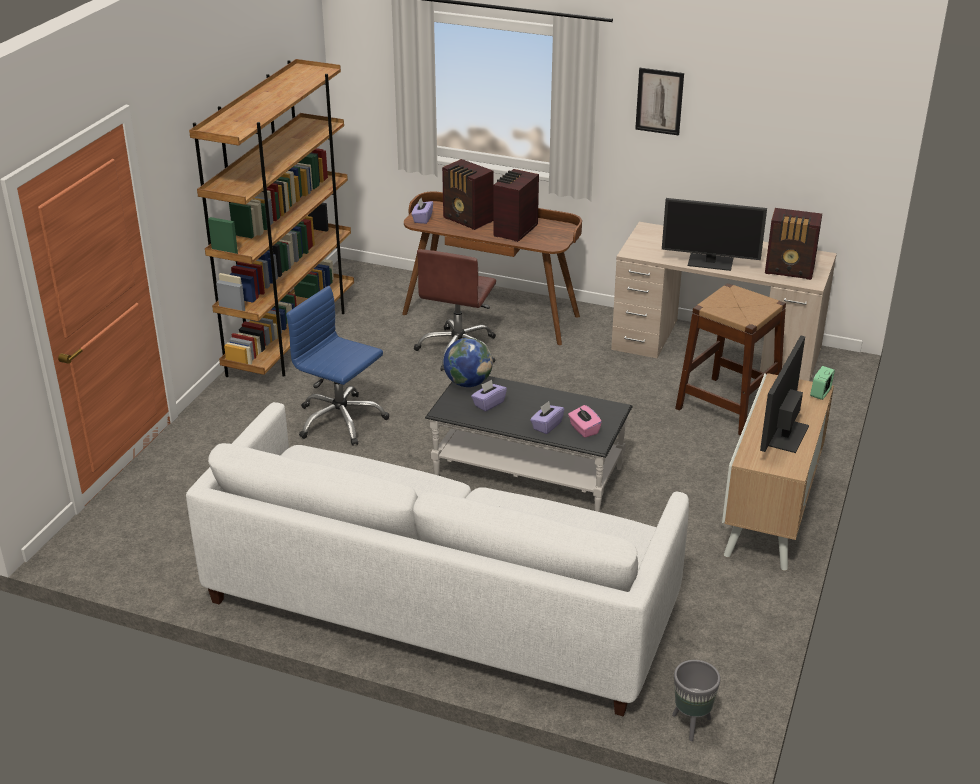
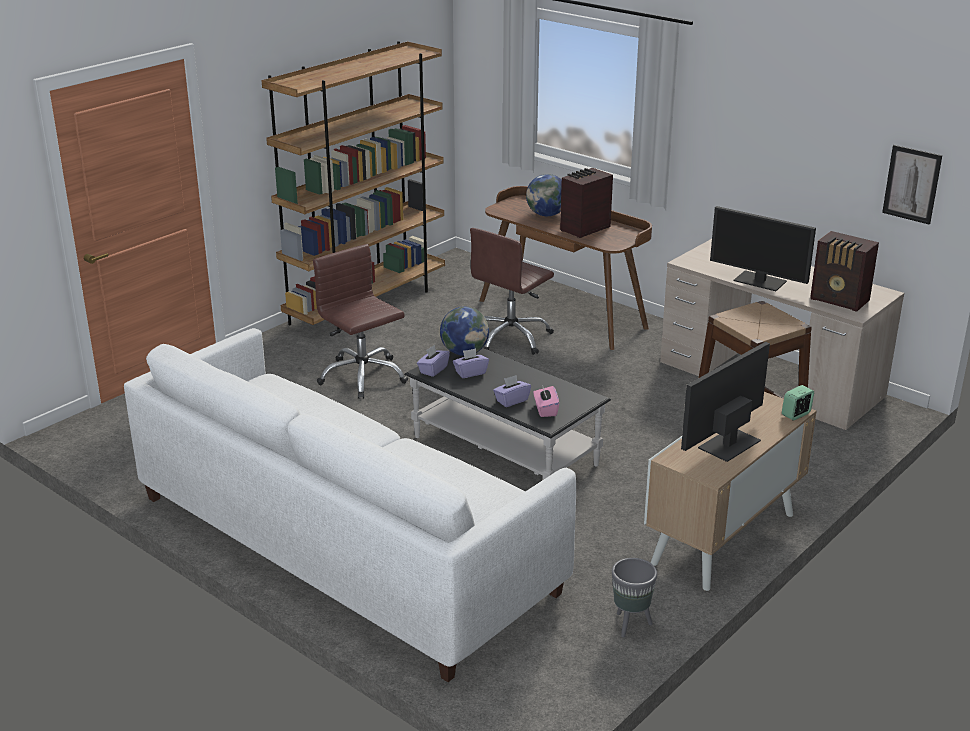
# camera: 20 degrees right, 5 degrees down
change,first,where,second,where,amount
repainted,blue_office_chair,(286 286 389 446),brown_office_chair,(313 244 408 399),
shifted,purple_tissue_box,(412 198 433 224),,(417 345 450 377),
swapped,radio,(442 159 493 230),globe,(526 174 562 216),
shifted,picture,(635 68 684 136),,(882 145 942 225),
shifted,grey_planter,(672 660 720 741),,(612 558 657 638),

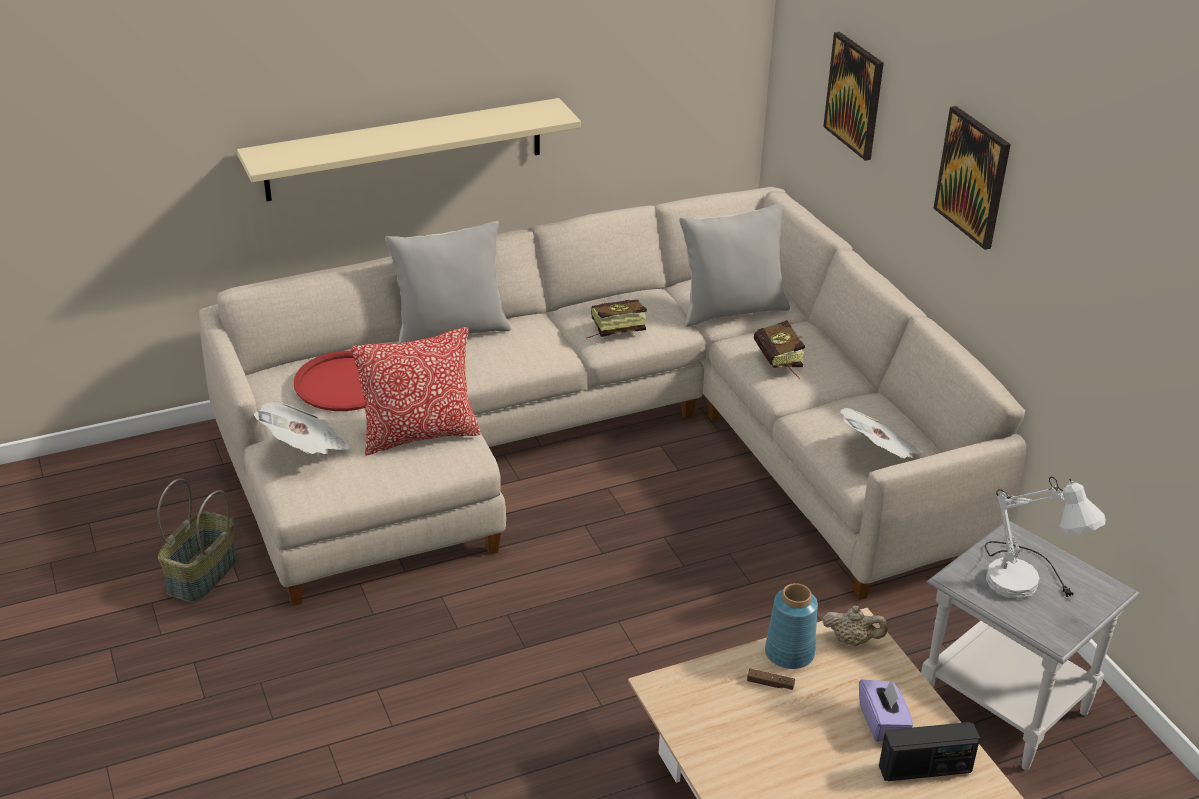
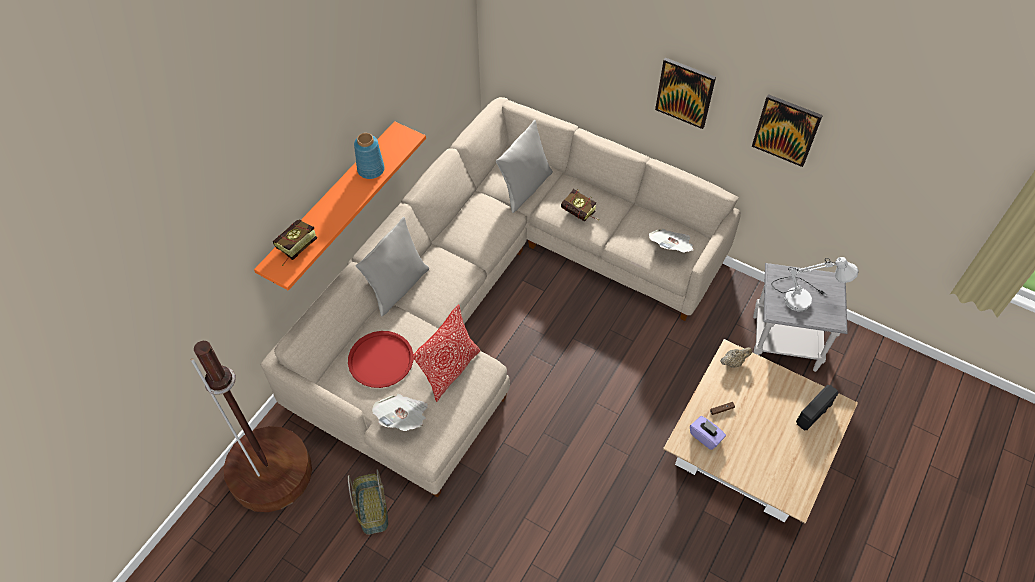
# camera: 35 degrees left, 20 degrees up
change,first,where,second,where,amount
repainted,beige_shelf,(237 98 581 201),orange_shelf,(254 121 426 291),
shifted,book,(586 300 647 339),,(273 220 317 266),
shifted,blue_vase,(765 583 818 669),,(354 133 385 179),
shifted,picture,(823 32 884 161),,(752 94 823 167),
shifted,purple_tissue_box,(859 679 913 742),,(690 416 726 450),
new,,,brown_floor_lamp,(191 341 312 512),

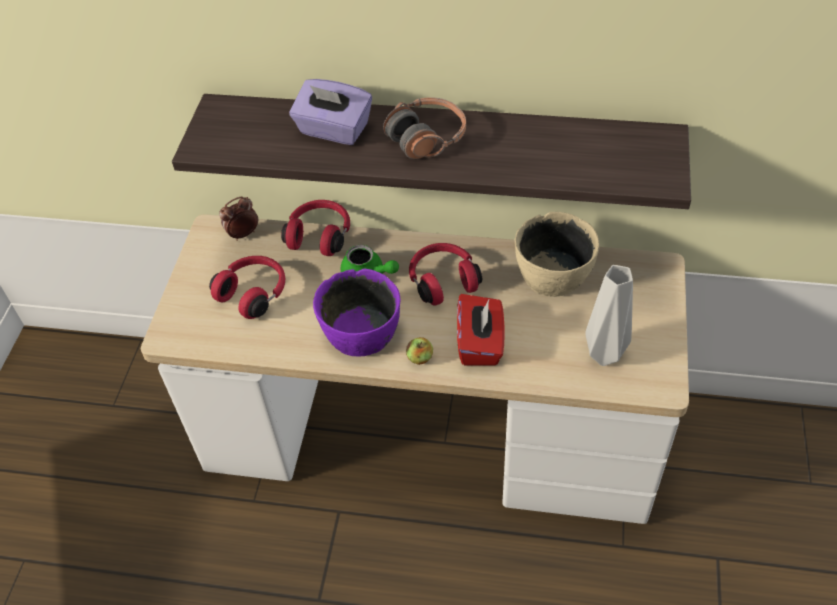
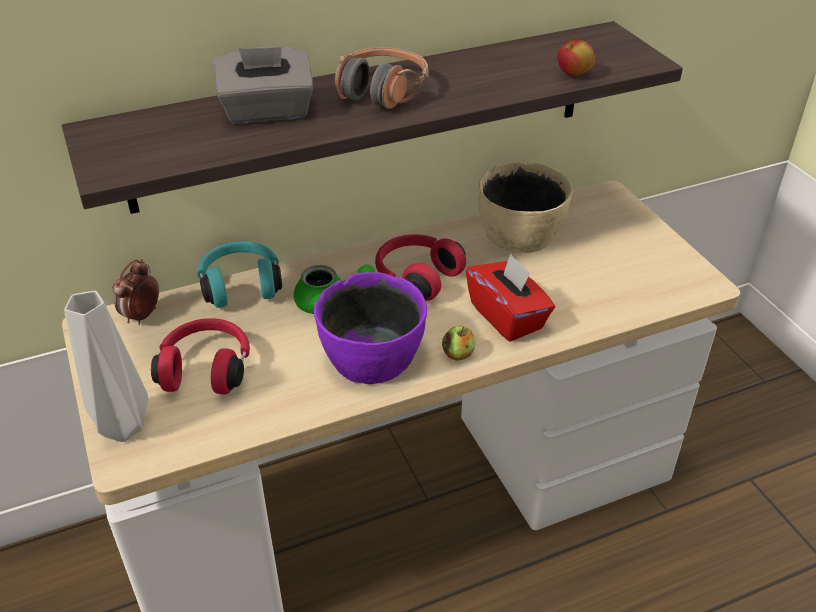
# camera: 35 degrees left, 10 degrees down
change,first,where,second,where,amount
repainted,red_headphones,(281 200 350 256),turquoise_headphones,(197 241 282 308),
repainted,purple_tissue_box,(289 79 372 145),grey_tissue_box,(214 47 314 123),
shifted,grey_vase,(585 265 633 366),,(64 291 148 442),
new,,,apple,(557 39 595 77),

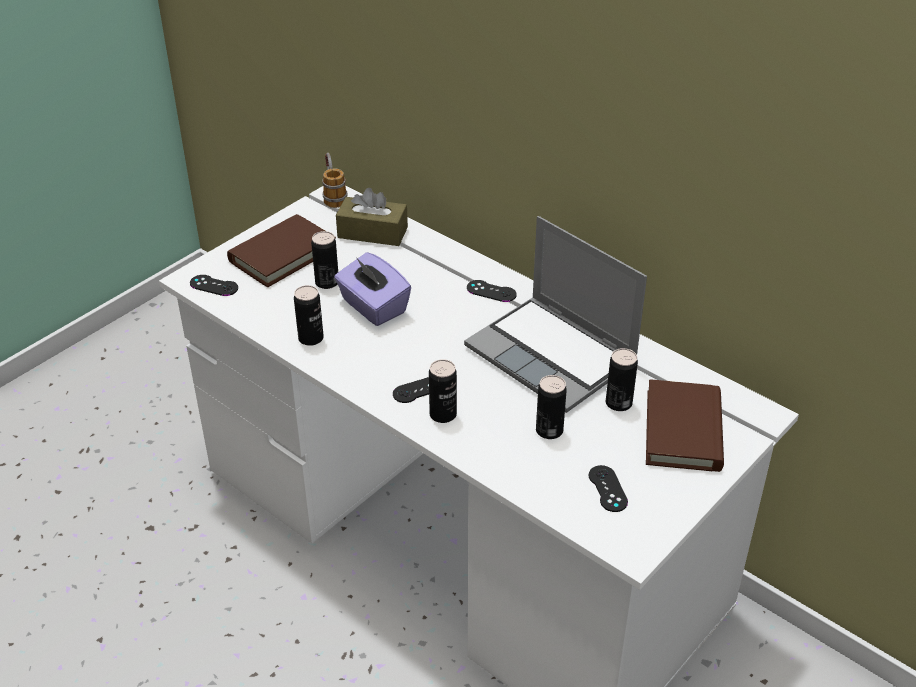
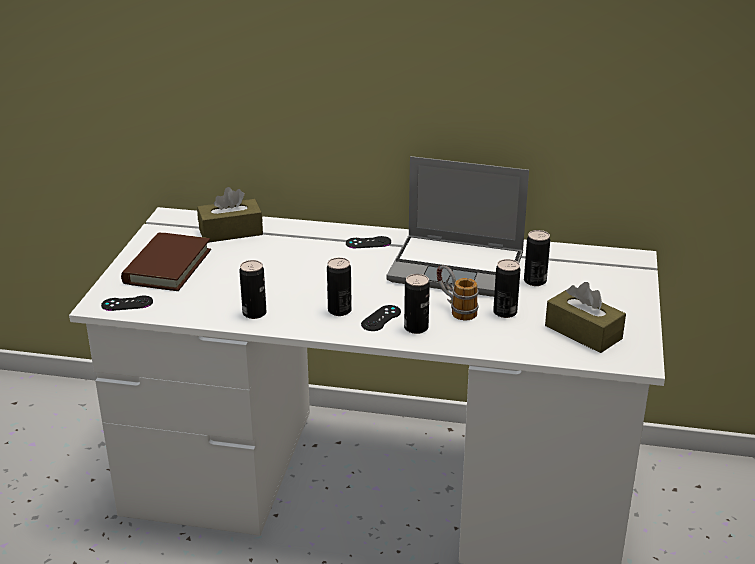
# camera: 30 degrees left, 10 degrees down
change,first,where,second,where,amount
shifted,can,(311 231 338 289),,(327 257 352 316),
shifted,mug,(322 153 348 208),,(437 265 479 321),
gone,purple_tissue_box,(334 252 411 326),,,
swapped,black_game_controller,(588 465 628 512),brown_tissue_box,(545 282 626 353),
gone,brown_book,(646 379 724 472),,,

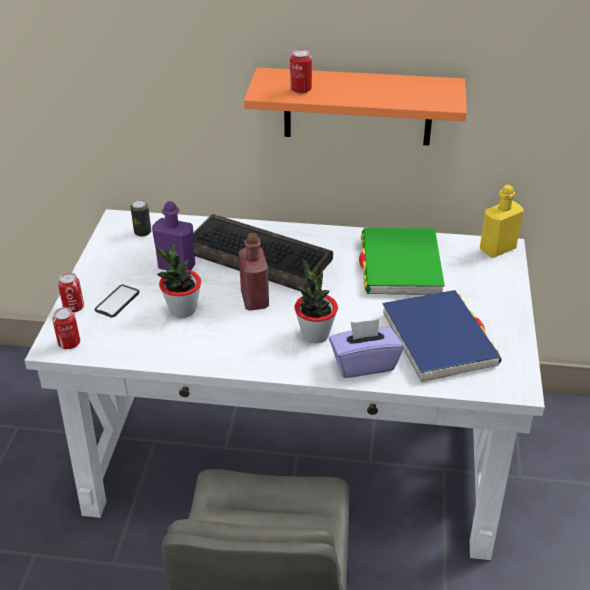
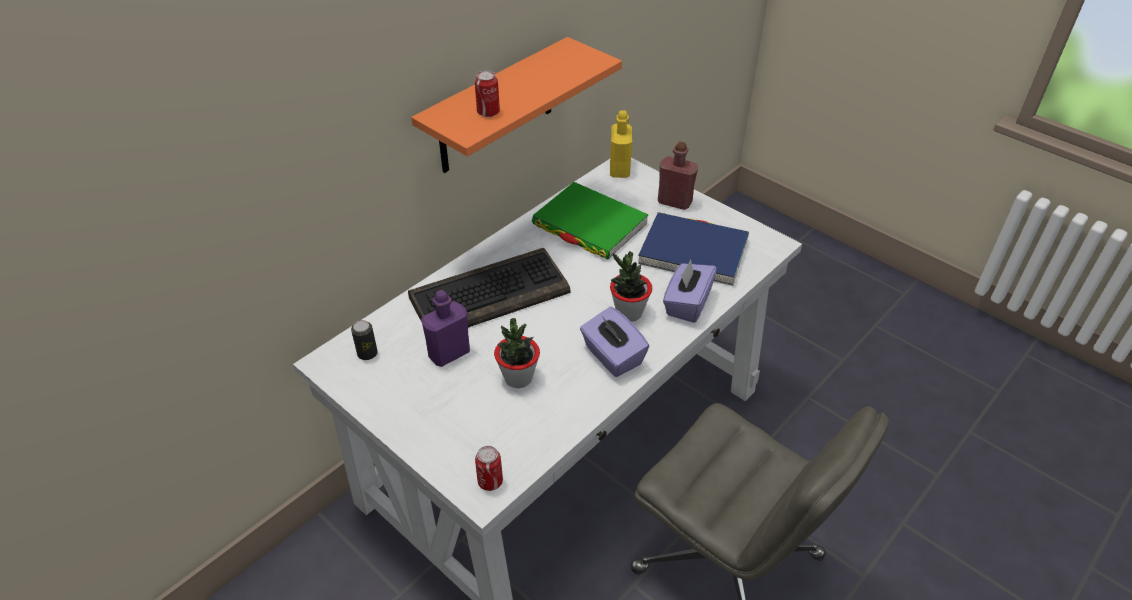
# camera: 55 degrees left, 5 degrees up
change,first,where,second,where,amount
gone,can,(58 273 84 313),,,
gone,phone,(95 285 139 317),,,
shifted,red_bottle,(239 233 269 311),,(658 141 698 210),
new,,,purple_tissue_box,(580 307 649 377),

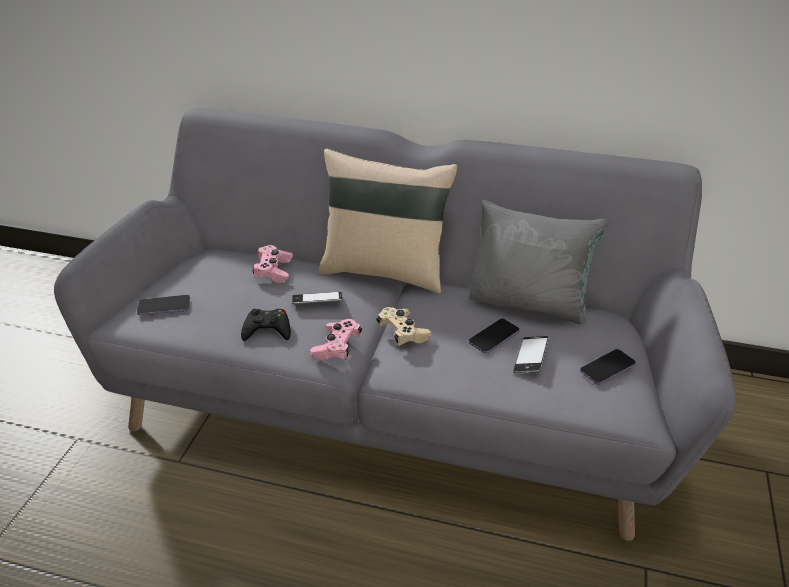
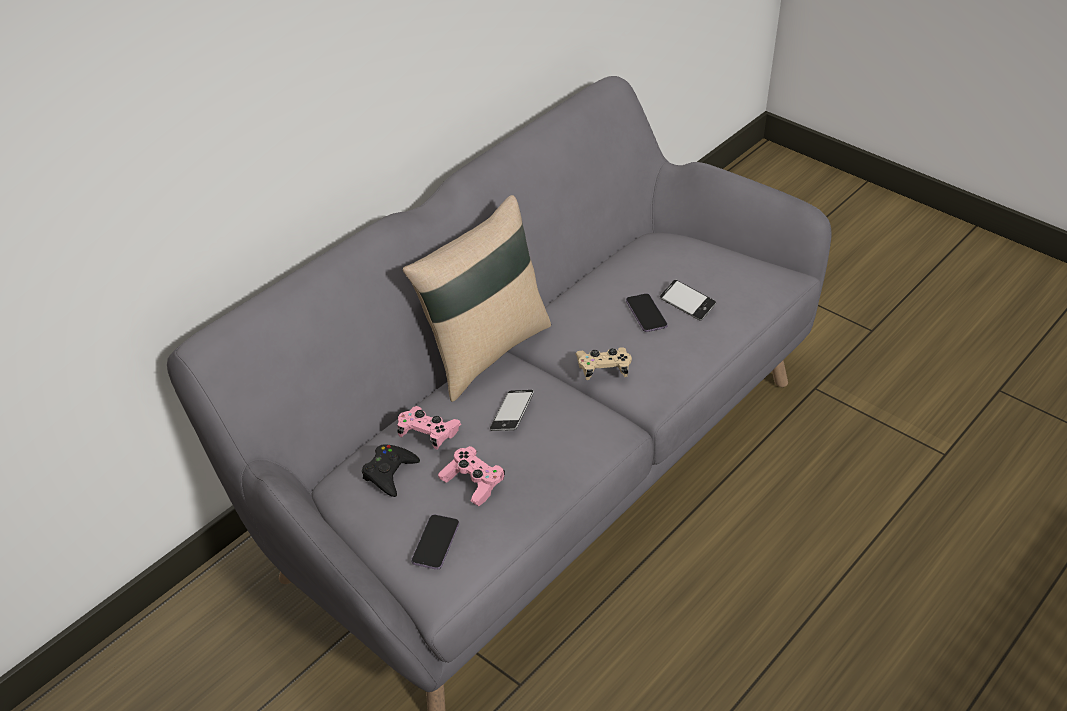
# camera: 65 degrees left, 5 degrees up
change,first,where,second,where,amount
shifted,black_game_controller,(241 309 291 341),,(362 445 420 497),
shifted,pink_game_controller,(310 319 362 360),,(438 446 505 506),
gone,grey_pillow,(469 200 608 324),,,
gone,phone,(580 349 636 385),,,

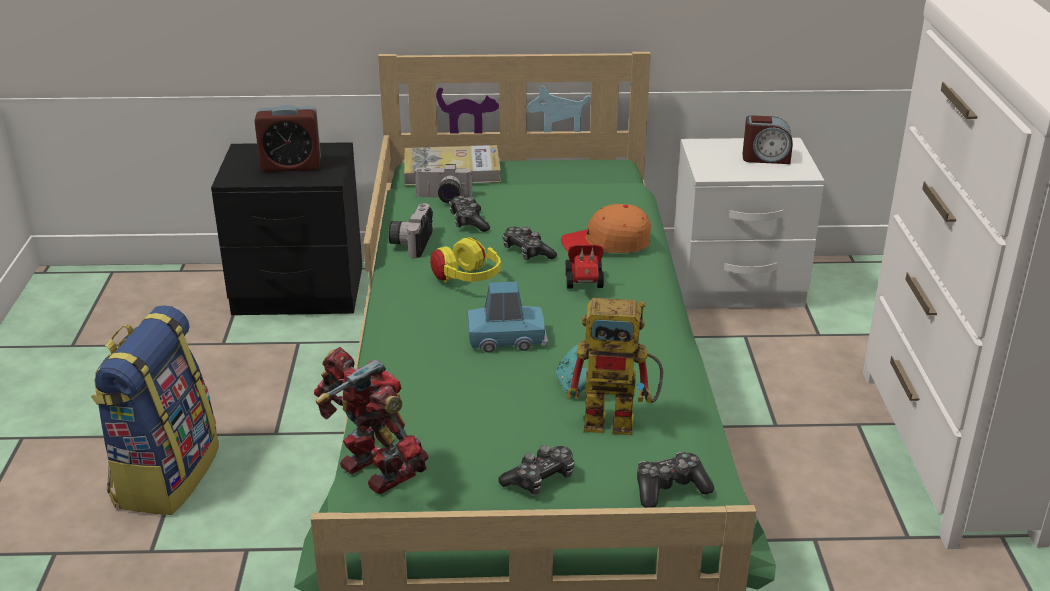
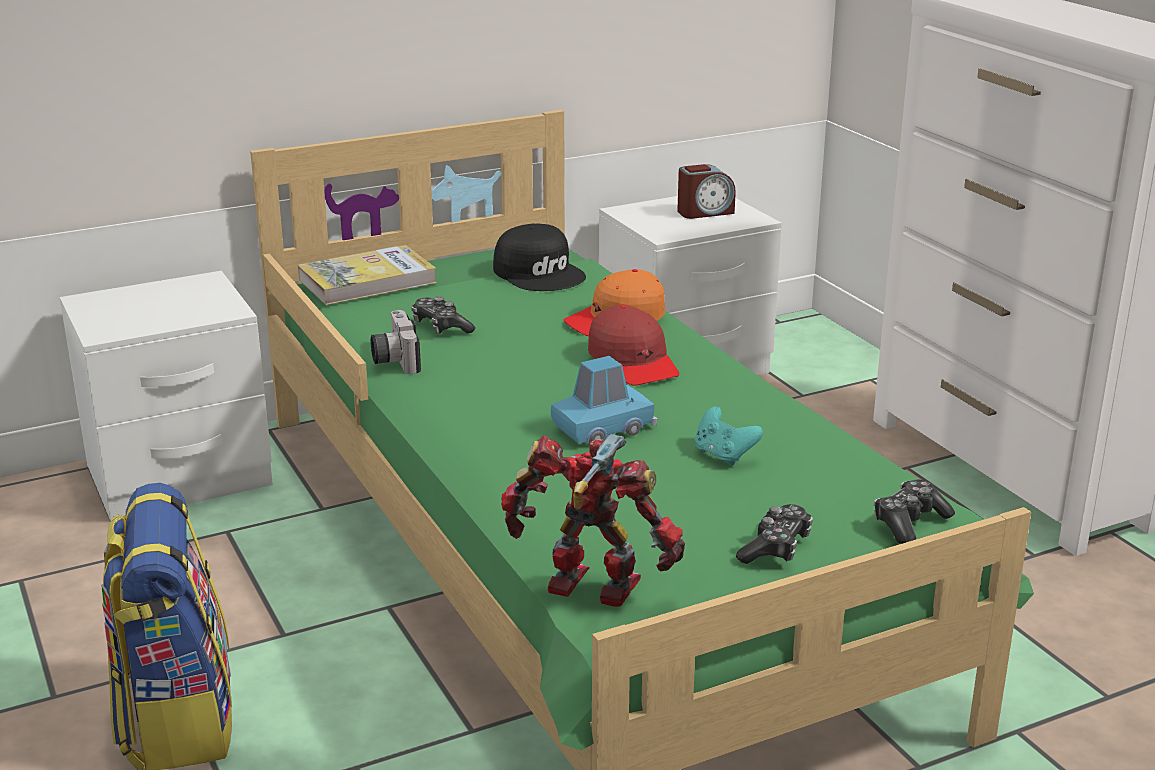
# camera: 25 degrees left, 5 degrees down
change,first,where,second,where,amount
repainted,black_nightstand,(211 142 362 315),white_nightstand,(60 271 273 521),
gone,alarm_clock,(254 105 321 172),,,
gone,photo_camera,(414 164 473 203),,,
gone,yellow_headphones,(430 237 501 283),,,
gone,game_controller,(502 226 557 260),,,
swapped,toy_car,(565 245 604 288),red_cap,(588 305 680 386),
gone,toy_robot,(567 298 663 435),,,
new,,,black_cap,(493 223 586 291),

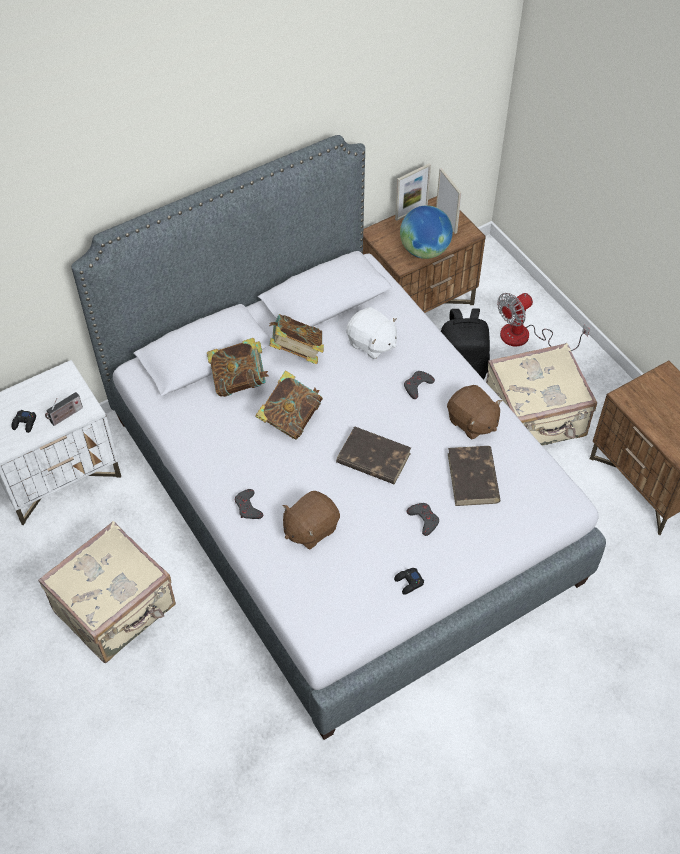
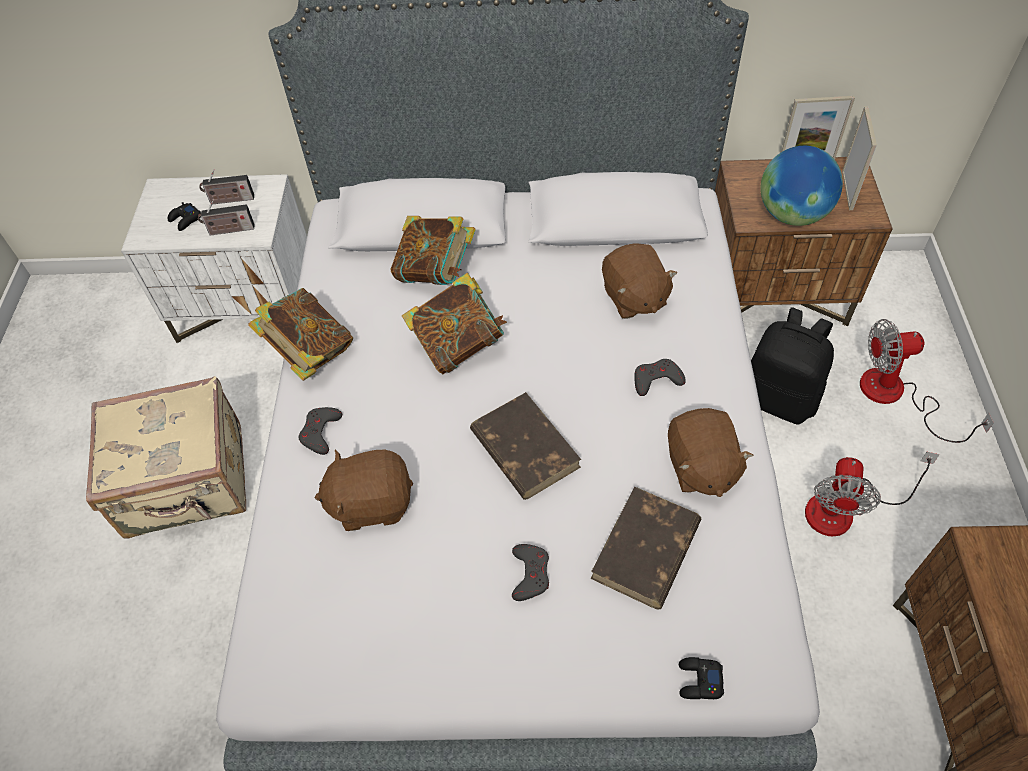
# camera: 35 degrees right, 0 degrees up
change,first,where,second,where,amount
shifted,book,(269 314 324 364),,(248 288 353 381),
repainted,white_plush_toy,(346 307 397 359),brown_plush_toy,(602 243 677 319),
shifted,black_game_controller,(394 568 424 595),,(679 657 724 699),
swapped,beige_suitcase,(486 343 597 446),fan,(805 452 940 537),
new,,,radio,(199 169 254 204),

